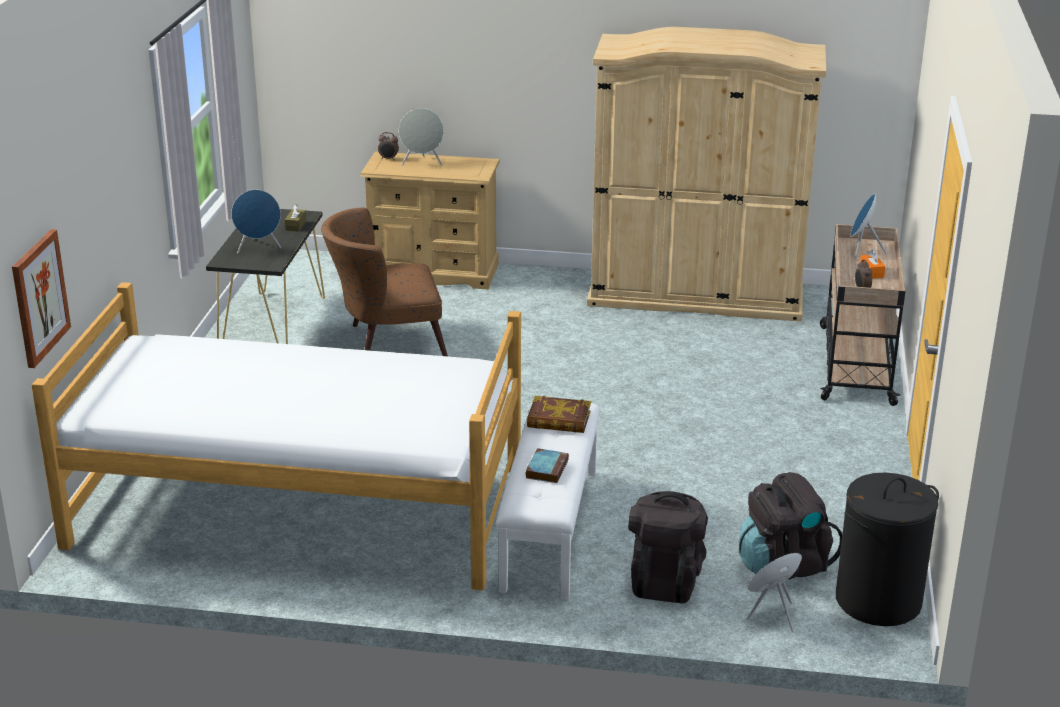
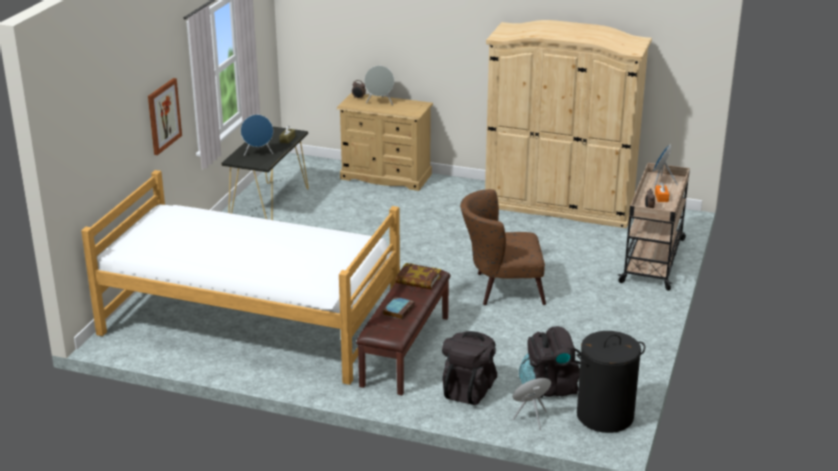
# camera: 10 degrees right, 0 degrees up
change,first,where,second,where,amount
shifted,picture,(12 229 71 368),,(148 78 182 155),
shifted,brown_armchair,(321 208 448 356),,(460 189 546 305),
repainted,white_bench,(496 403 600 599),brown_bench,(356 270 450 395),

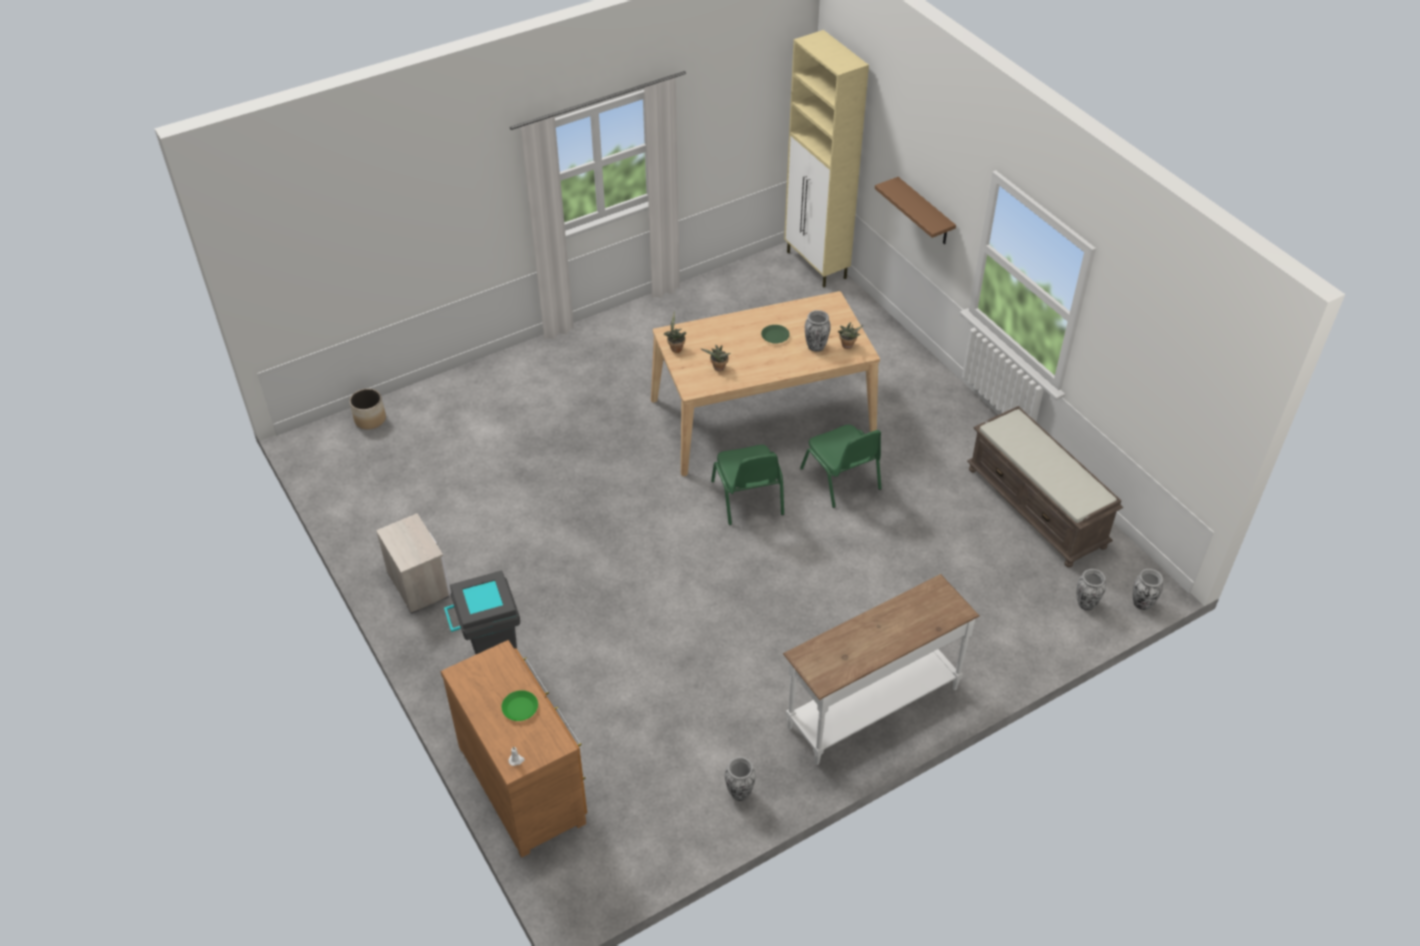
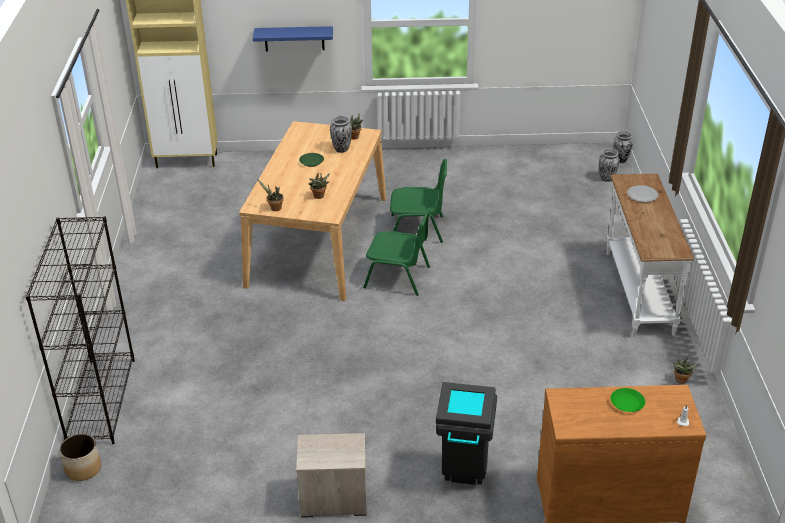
# camera: 60 degrees left, 10 degrees down
change,first,where,second,where,amount
swapped,vase,(725 757 756 801),potted_plant,(673 358 699 384),
repainted,brown_shelf,(875 177 956 244),blue_shelf,(253 26 333 51),
gone,brown_bench,(967 406 1123 567),,,
new,,,black_bookcase,(26 216 135 444),
new,,,plate,(627 185 658 202),

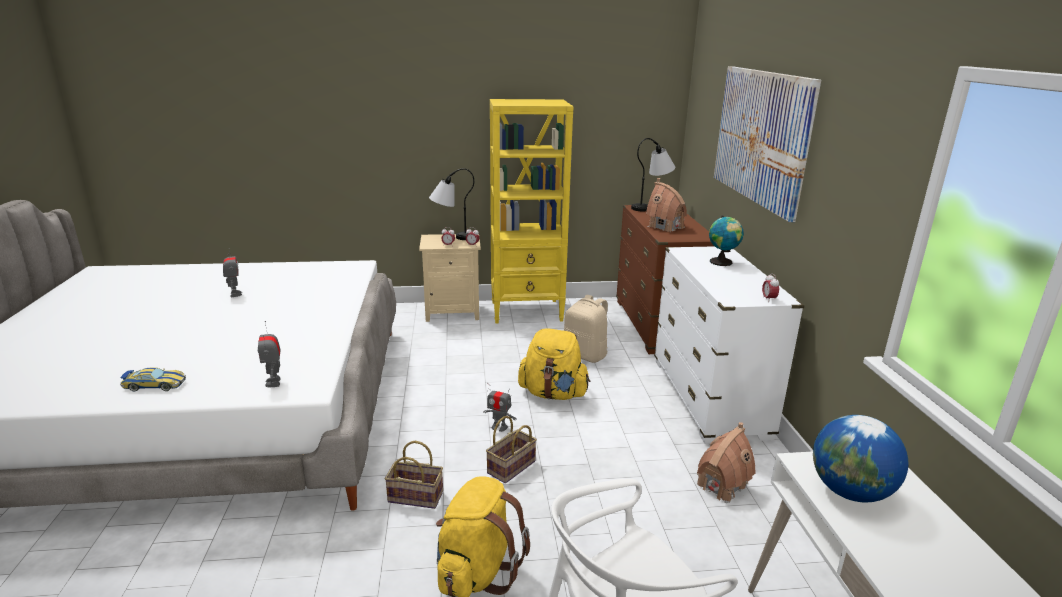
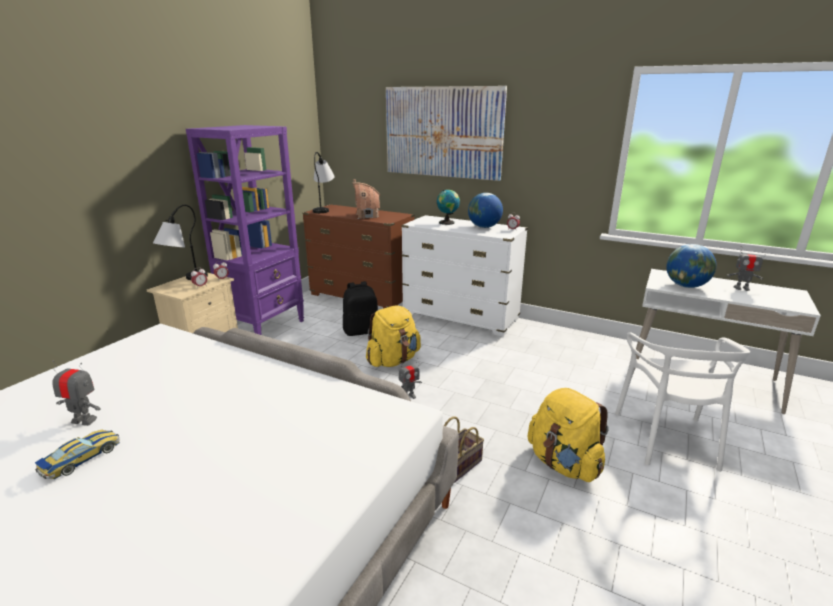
# camera: 55 degrees left, 0 degrees up
change,first,where,second,where,amount
shifted,toy_car,(120 367 186 392),,(35 430 120 479),
shifted,toy_robot,(257 321 281 387),,(727 246 766 291),
gone,basket,(486 416 537 483),,,
repainted,yellow_bookcase,(490 99 574 324),purple_bookcase,(186 125 304 335),
repainted,beige_backpack,(564 295 608 363),black_backpack,(343 281 378 336),
gone,toy_house,(697 422 755 503),,,
new,,,globe,(468 193 503 228),

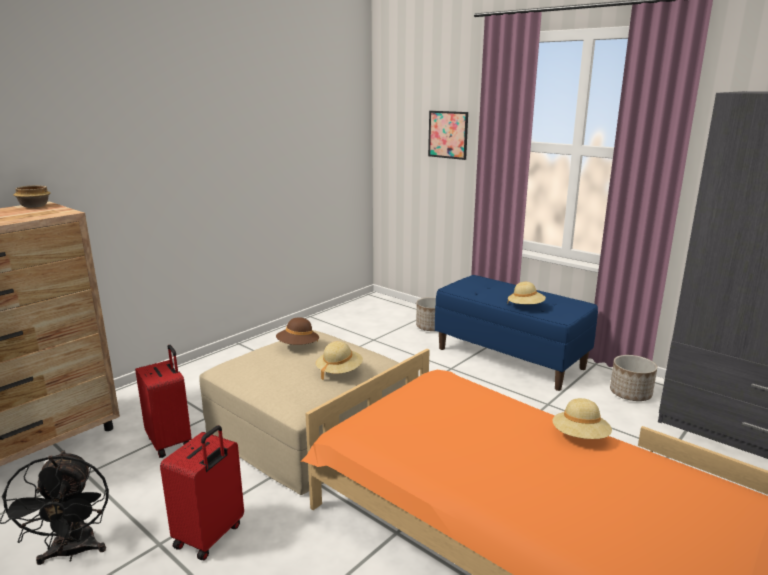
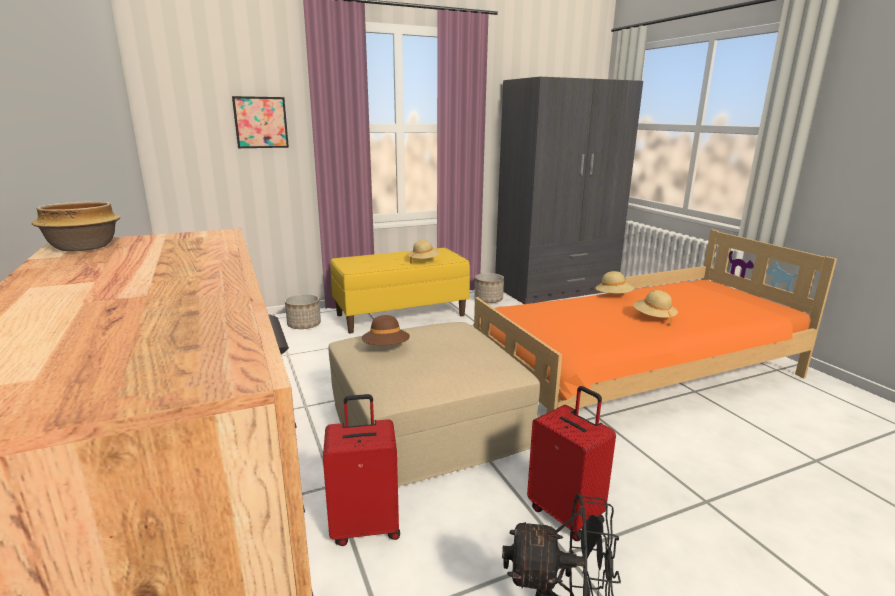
# camera: 65 degrees left, 0 degrees up
change,first,where,second,where,amount
shifted,beige_hat,(316 341 363 380),,(633 290 678 326),
repainted,blue_bench,(435 275 598 391),yellow_bench,(330 248 470 333),

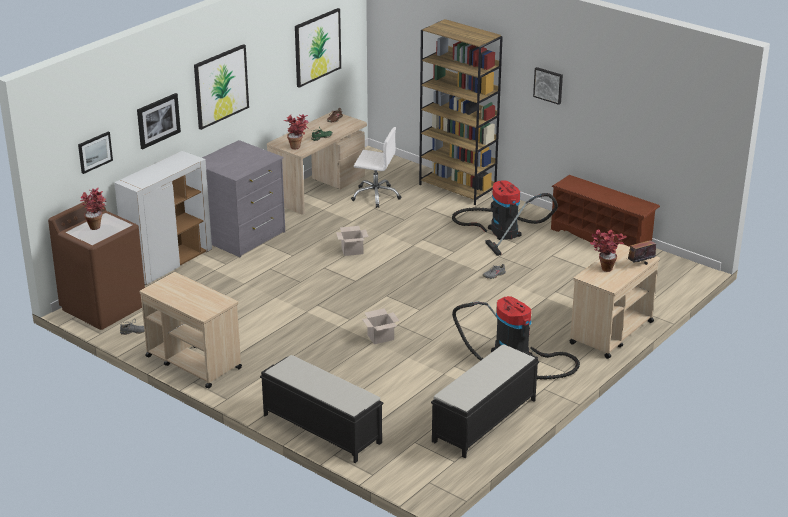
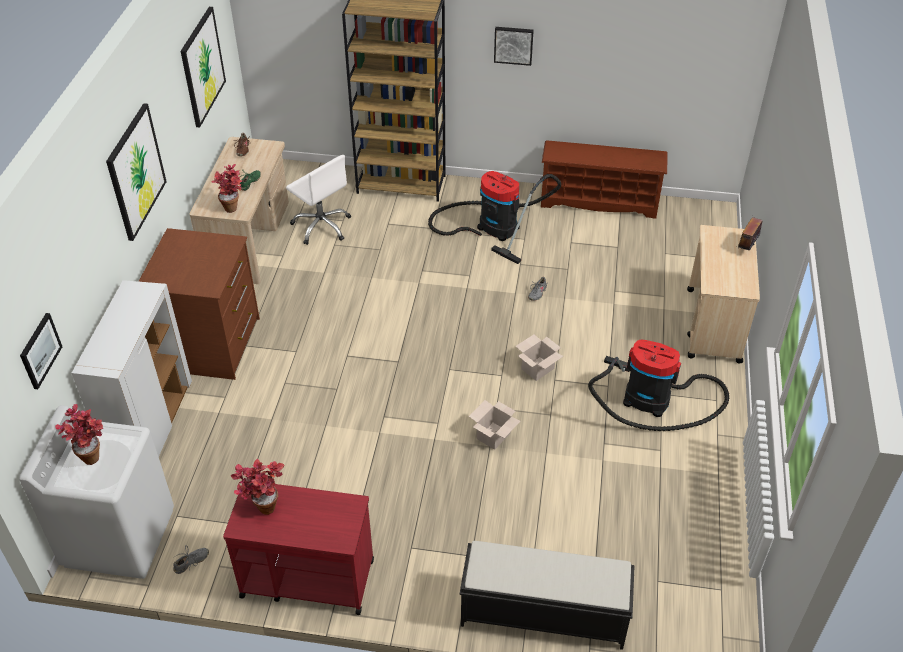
# camera: 30 degrees left, 15 degrees up
change,first,where,second,where,amount
repainted,brown_washing_machine,(48 199 145 330),white_washing_machine,(19 405 174 579),
gone,picture,(137 93 181 150),,,
repainted,beige_cart,(140 272 242 389),red_cart,(223 481 374 615),
repainted,grey_dresser,(202 140 285 257),brown_dresser,(138 228 260 380),
shifted,cardboard_box,(336 226 369 256),,(516 334 563 381),
rotated,white_office_chair,(351 127 401 208),,(286 155 351 245),60 degrees clockwise
gone,black_bench,(431 344 539 458),,,
shifted,potted_plant,(590 229 627 272),,(231 459 284 515),

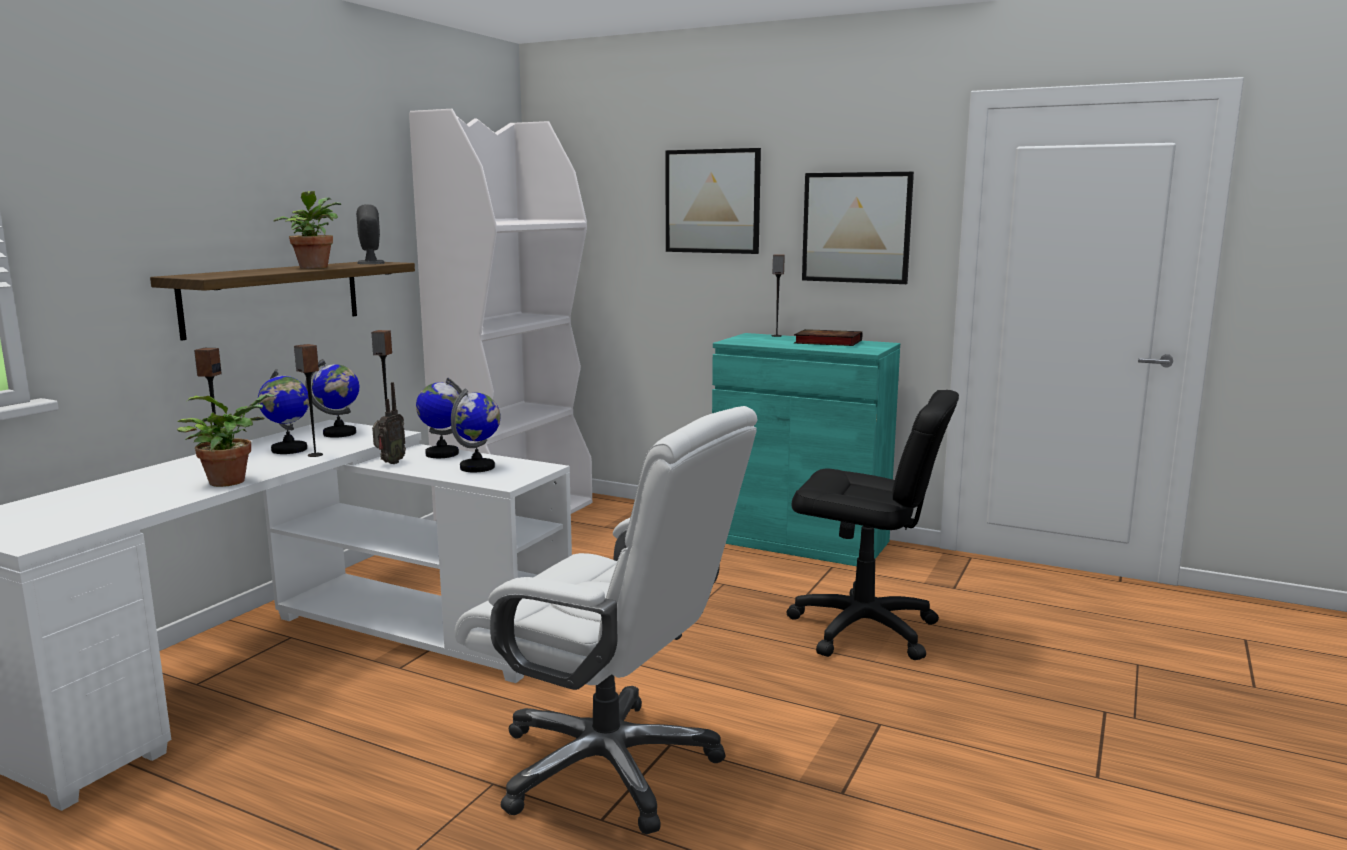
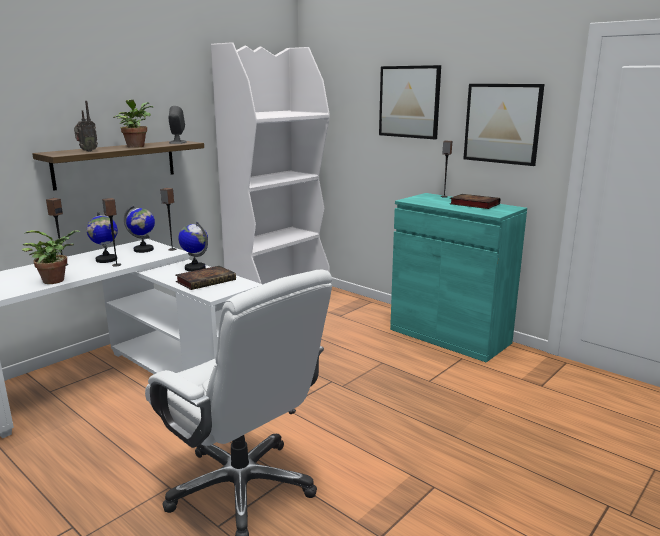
# camera: 15 degrees right, 5 degrees up
change,first,where,second,where,amount
shifted,radio,(372 382 406 464),,(74 101 98 152),
swapped,globe,(451 389 500 472),book,(176 266 236 290),
gone,black_office_chair,(786 390 959 660),,,

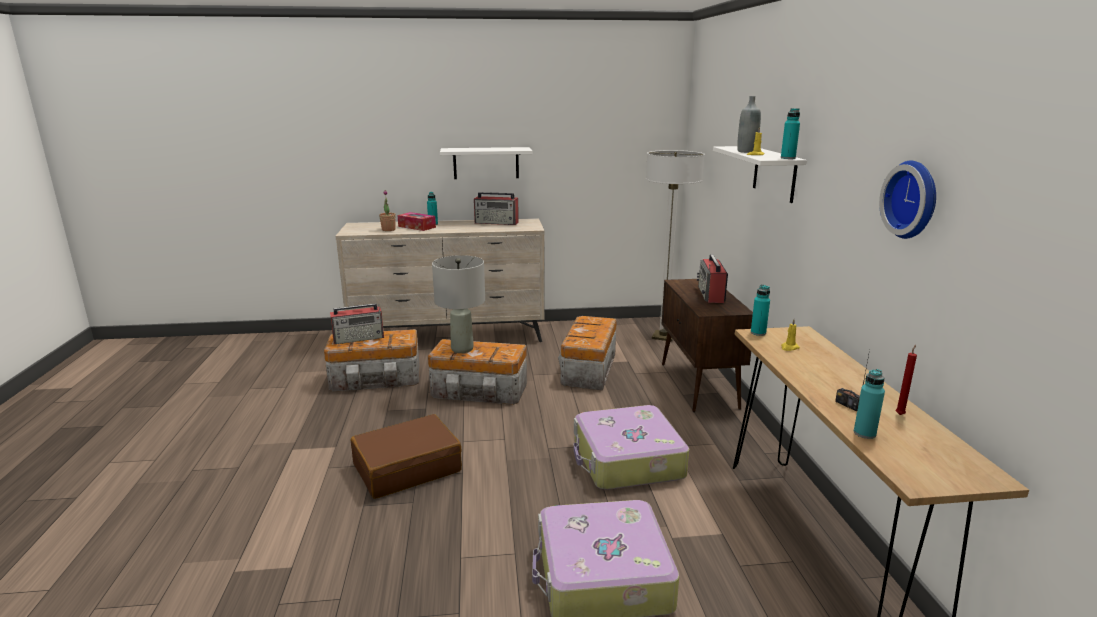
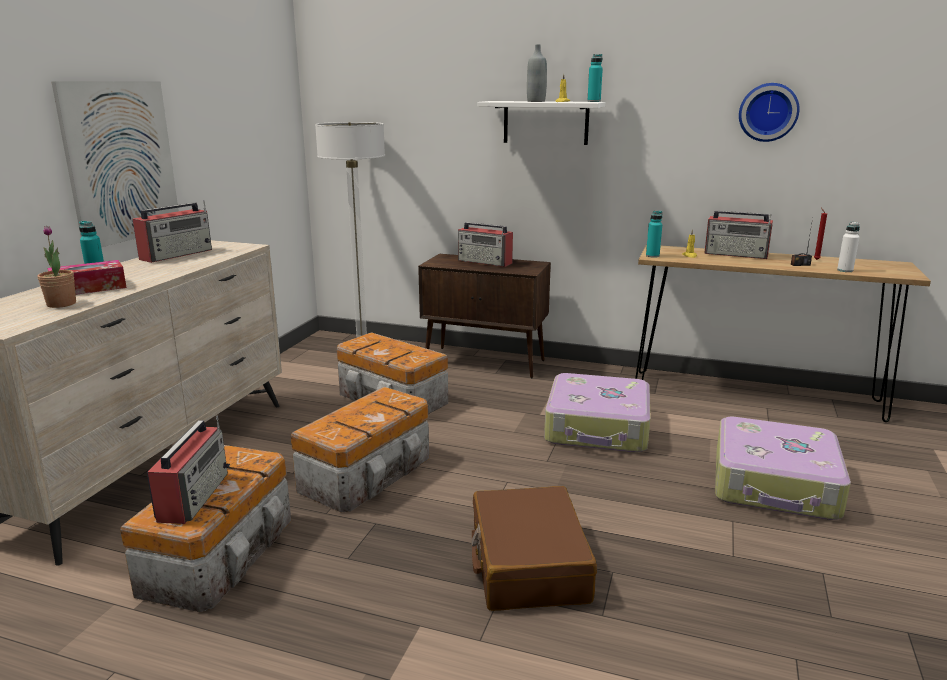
# camera: 65 degrees left, 0 degrees up
change,first,where,second,where,amount
gone,grey_table_lamp,(432 255 485 353),,,
swapped,white_shelf,(440 147 532 179),picture,(51 81 179 248),
repainted,turquoise_bottle,(854 369 885 439),white_bottle,(837 222 860 272),
new,,,radio,(704 211 773 259),

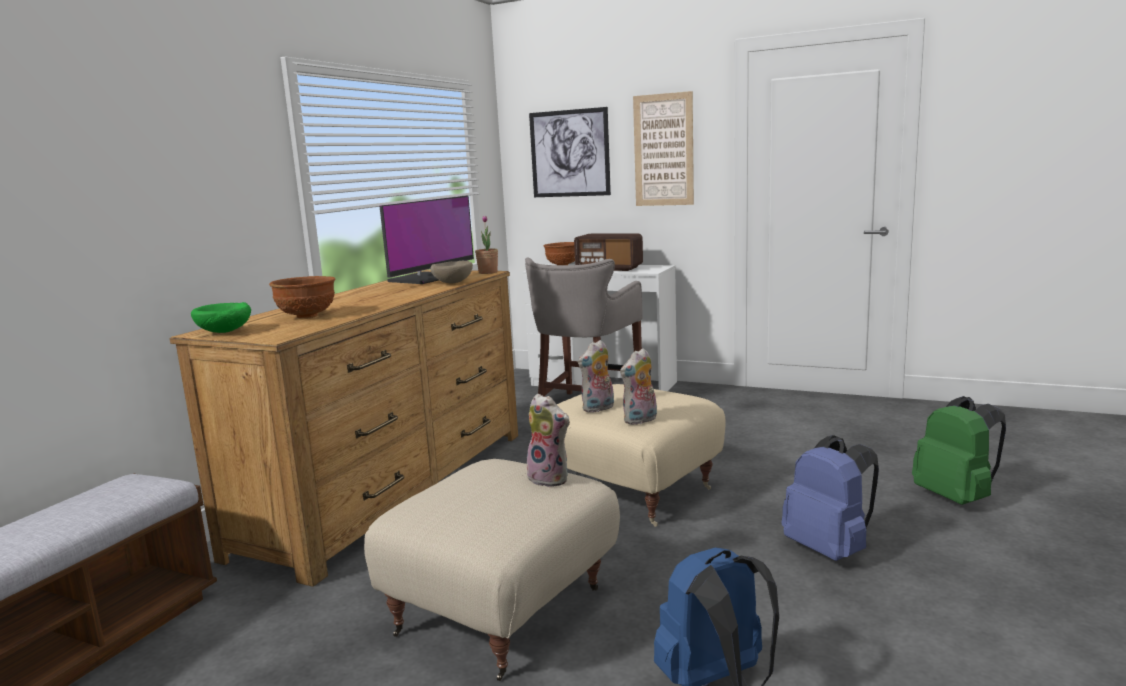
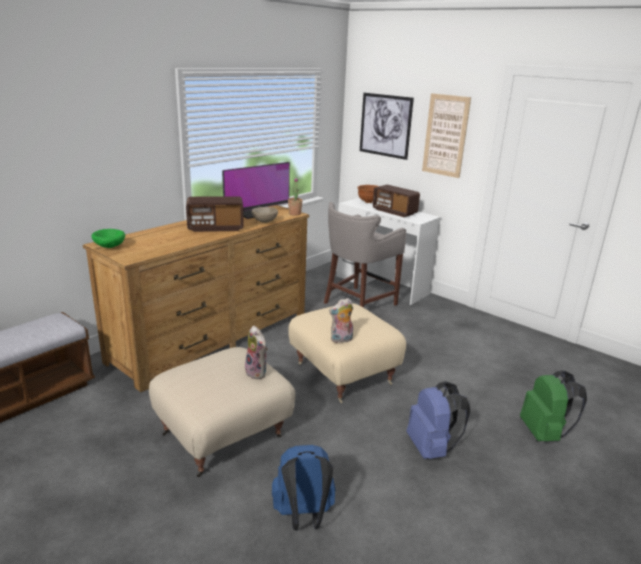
# camera: 15 degrees right, 10 degrees up
change,first,where,second,where,amount
gone,brown_bowl,(269 276 336 319),,,
gone,plush_toy,(578 340 614 413),,,
new,,,radio,(186 196 244 232),

